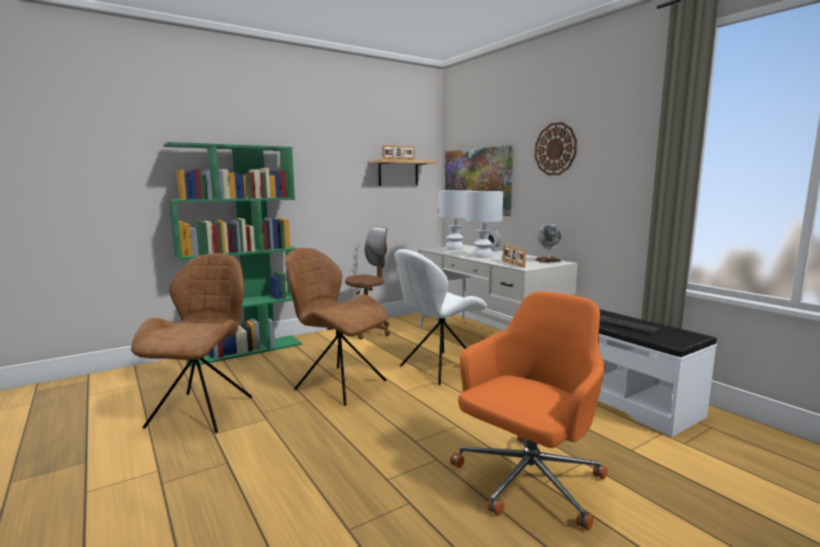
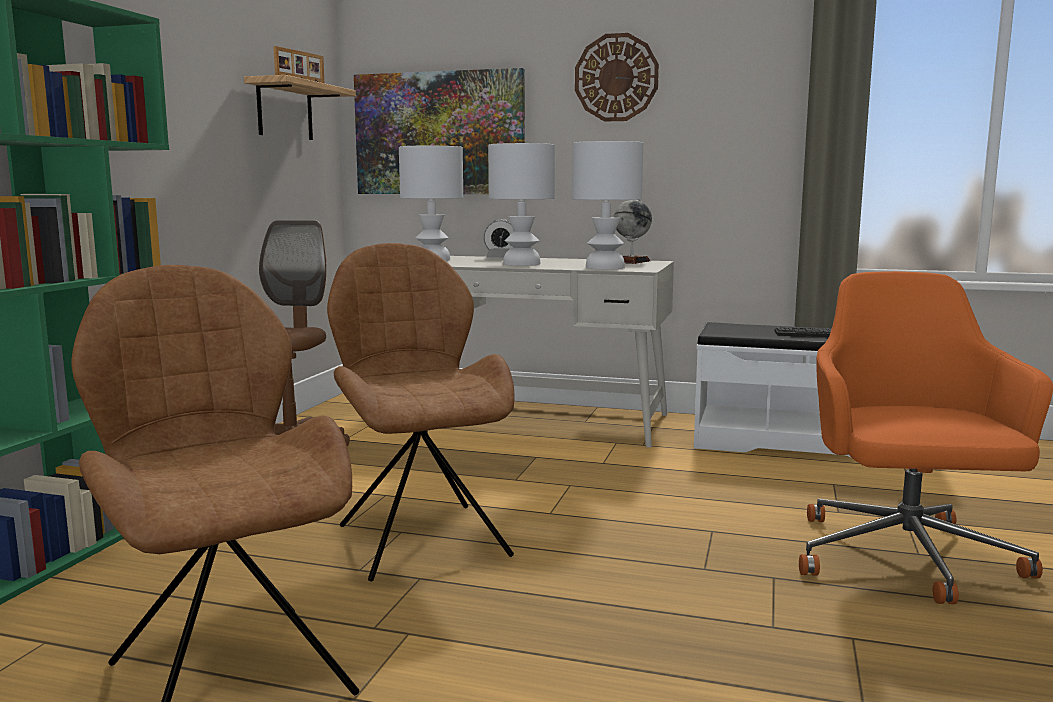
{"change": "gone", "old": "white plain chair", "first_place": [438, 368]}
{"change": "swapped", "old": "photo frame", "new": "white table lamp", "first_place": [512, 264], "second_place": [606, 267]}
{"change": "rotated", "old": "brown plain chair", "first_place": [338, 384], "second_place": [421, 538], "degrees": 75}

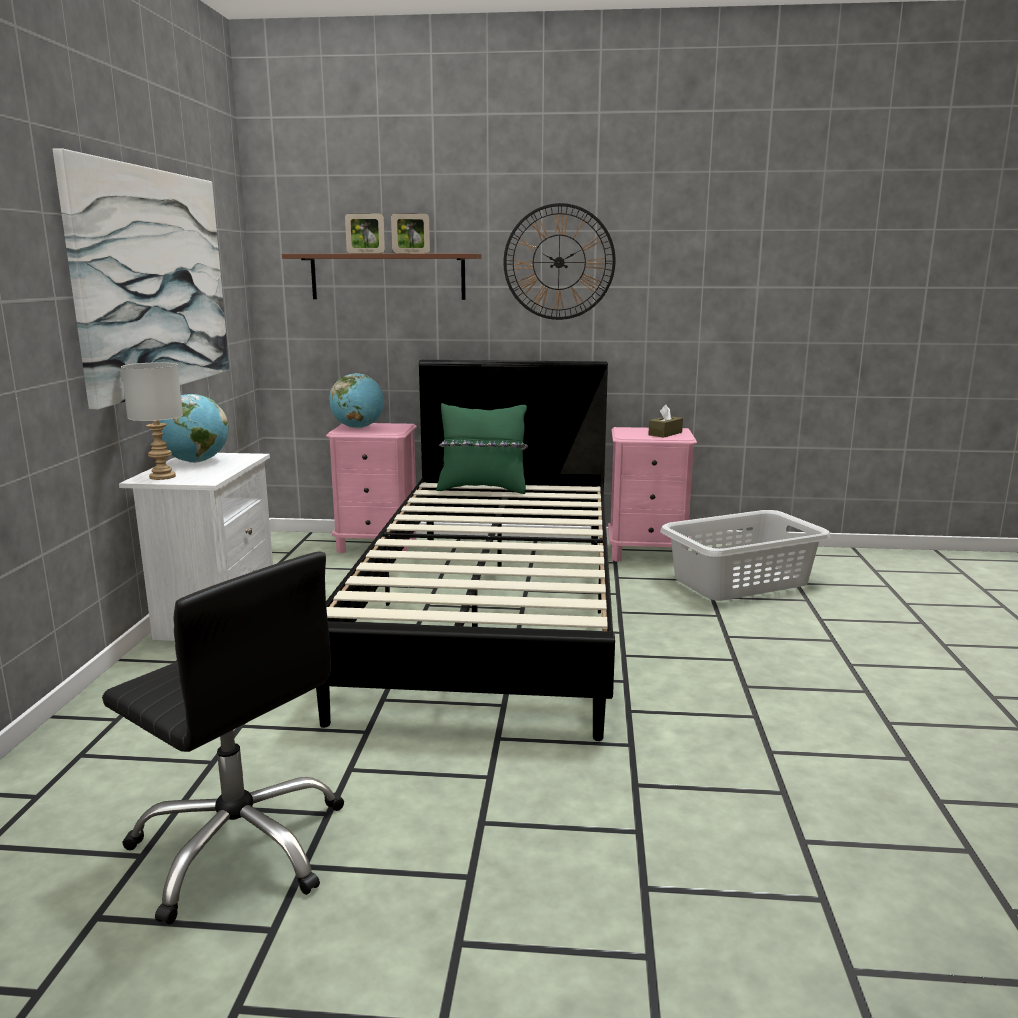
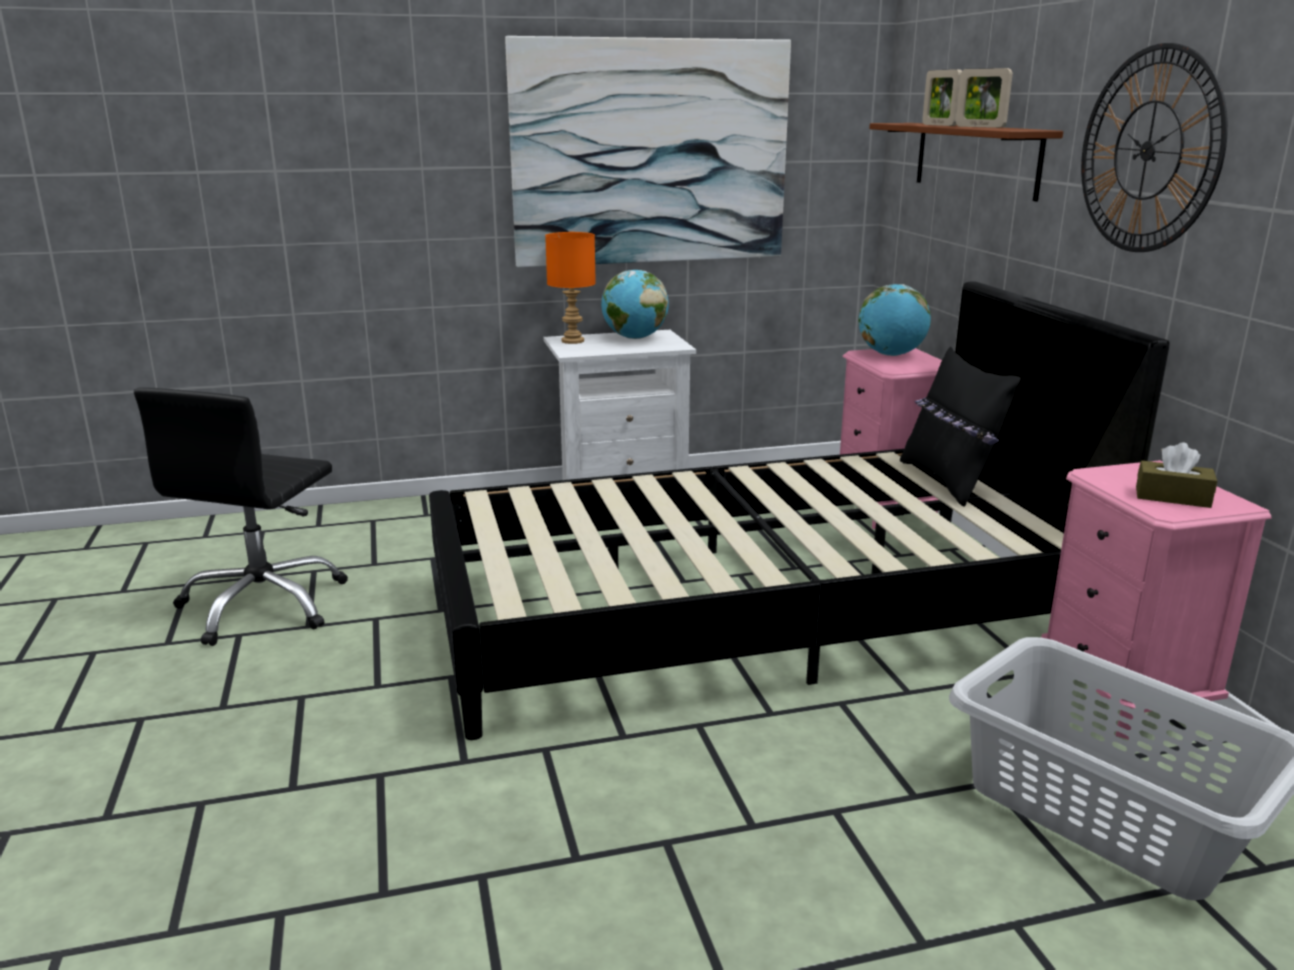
{"change": "repainted", "old": "gray table lamp", "new": "orangey table lamp", "first_place": [161, 476], "second_place": [572, 341]}
{"change": "repainted", "old": "greenish pillow", "new": "blackish pillow", "first_place": [483, 489], "second_place": [949, 481]}

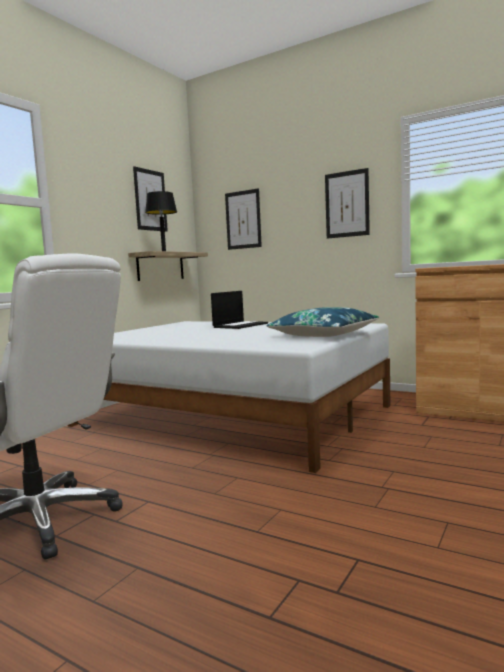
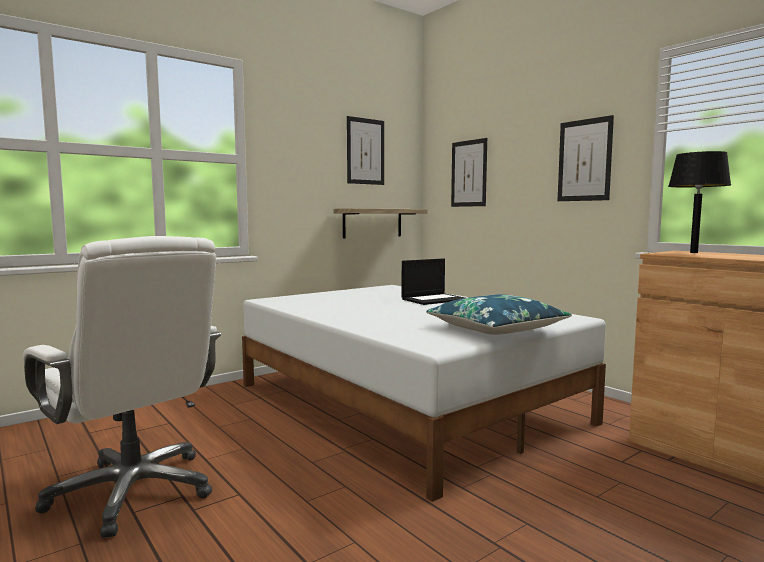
{"change": "shifted", "old": "blackish table lamp", "first_place": [163, 251], "second_place": [693, 252]}

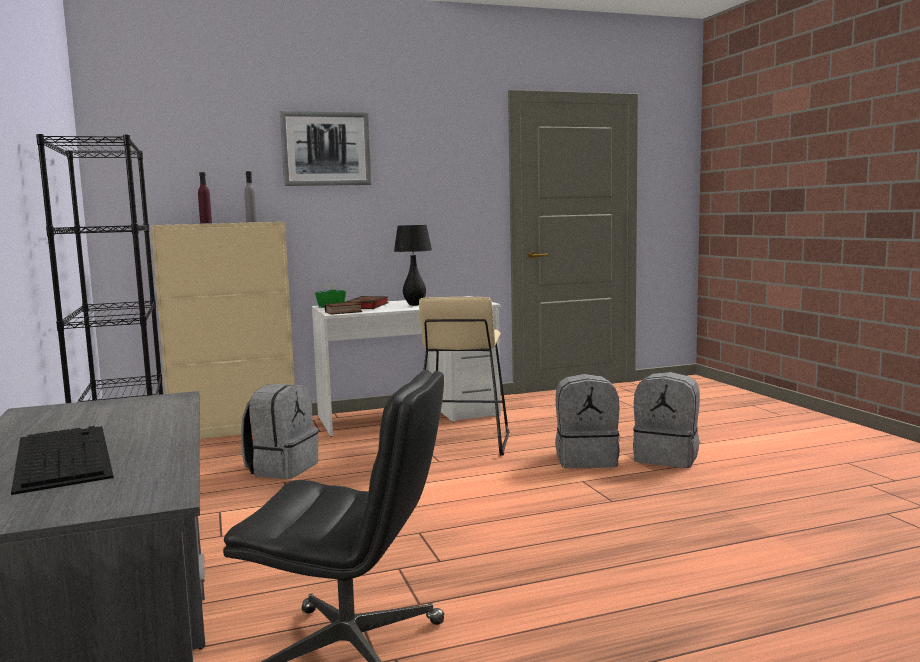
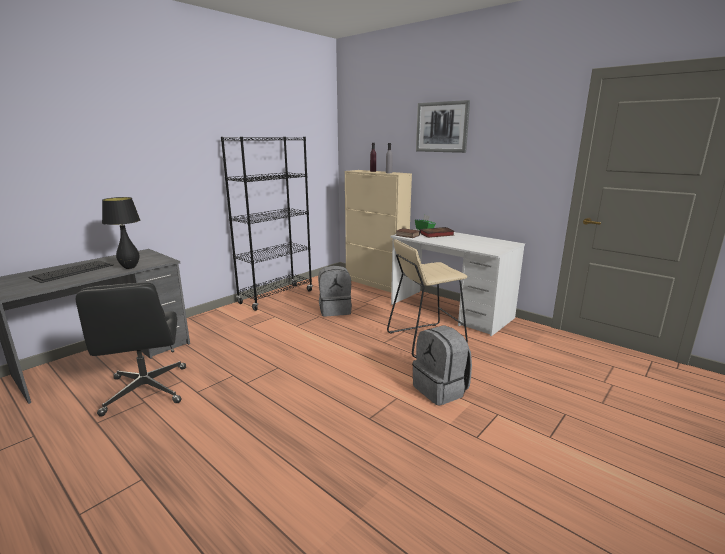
{"change": "gone", "old": "gray knapsack", "first_place": [667, 458]}
{"change": "shifted", "old": "blackish table lamp", "first_place": [415, 305], "second_place": [130, 267]}

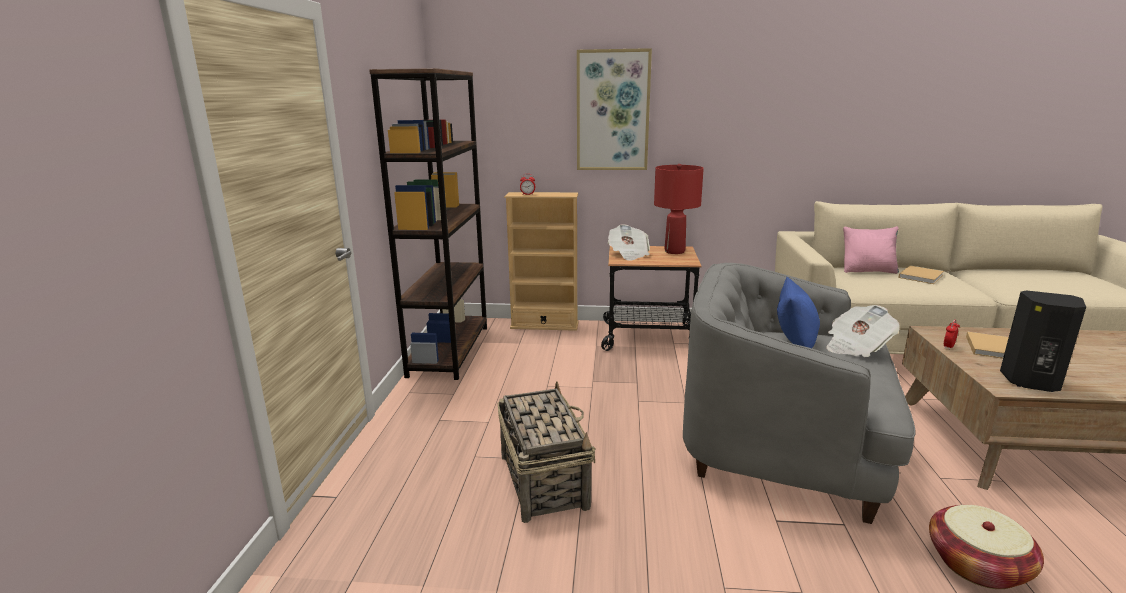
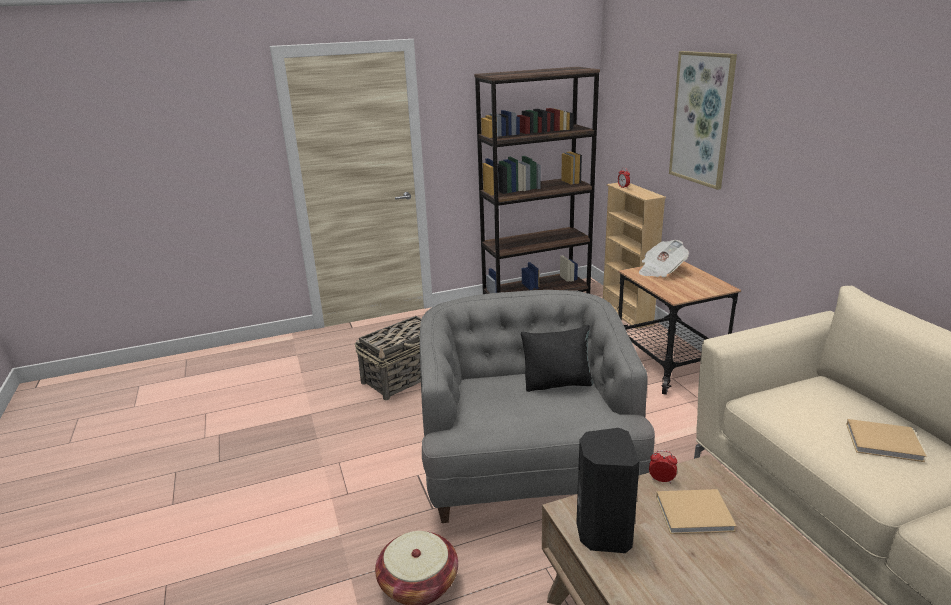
{"change": "gone", "old": "red-coloured table lamp", "first_place": [675, 251]}
{"change": "gone", "old": "daily paper", "first_place": [856, 347]}
{"change": "gone", "old": "pink pillow", "first_place": [868, 271]}
{"change": "repainted", "old": "blue pillow", "new": "blackish pillow", "first_place": [795, 341], "second_place": [557, 383]}

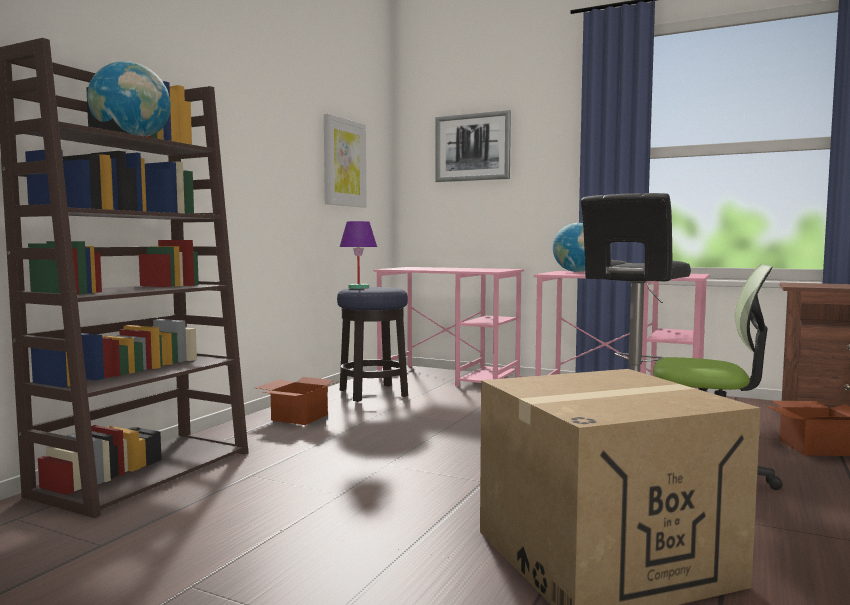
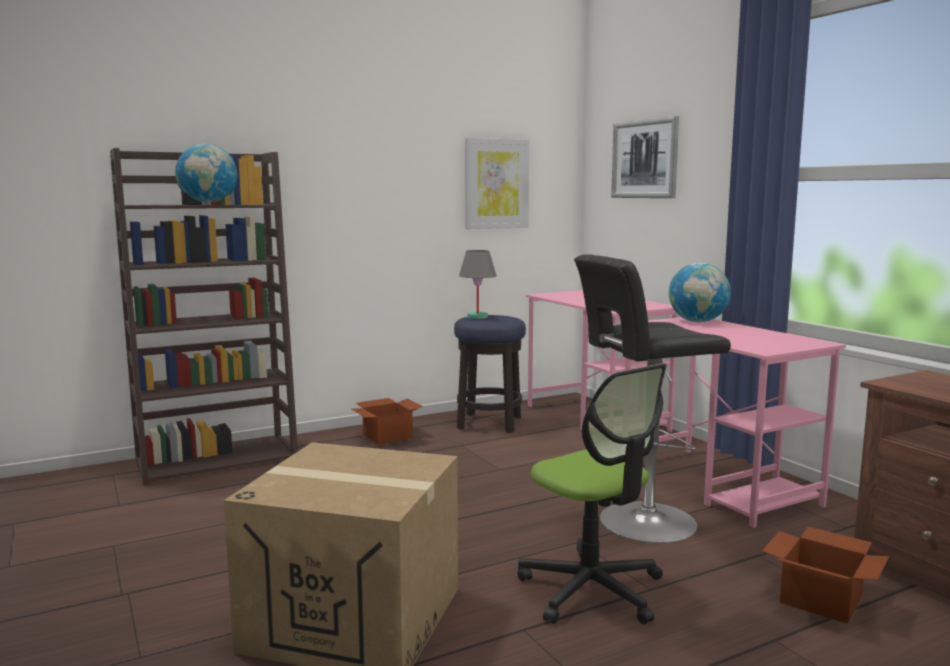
{"change": "repainted", "old": "purplish table lamp", "new": "gray table lamp", "first_place": [359, 287], "second_place": [478, 317]}

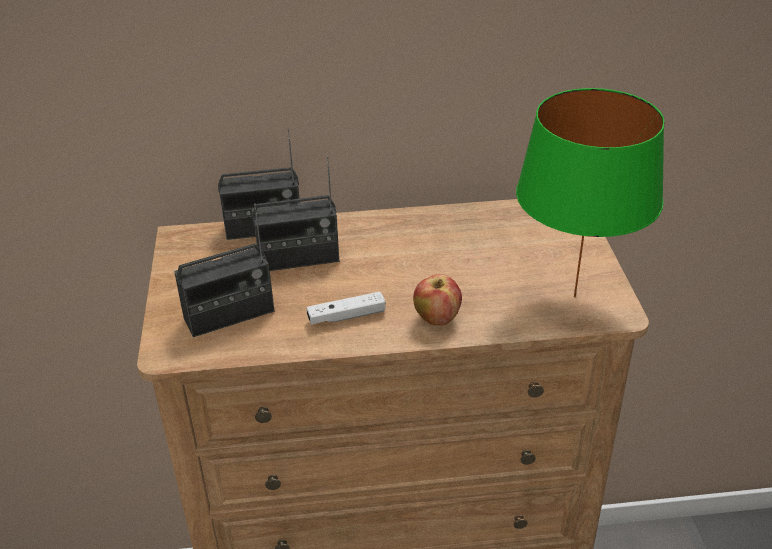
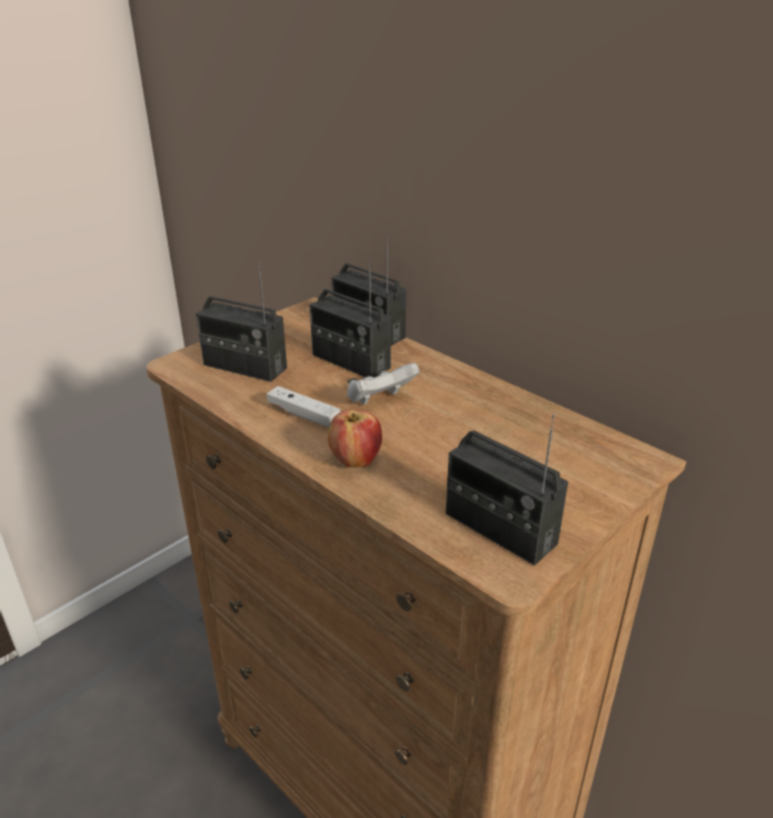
{"change": "new", "new": "white game controller", "second_place": [380, 400]}
{"change": "swapped", "old": "greenish table lamp", "new": "radio", "first_place": [575, 296], "second_place": [499, 529]}

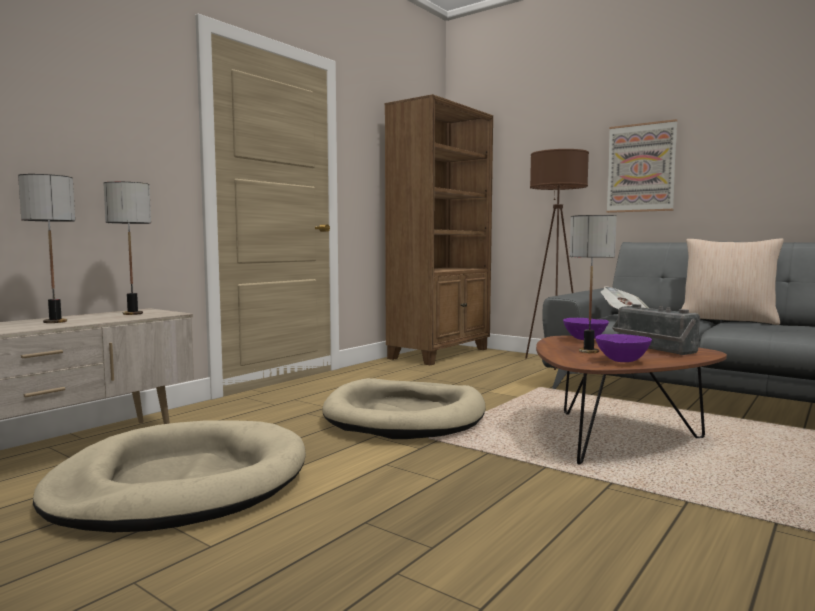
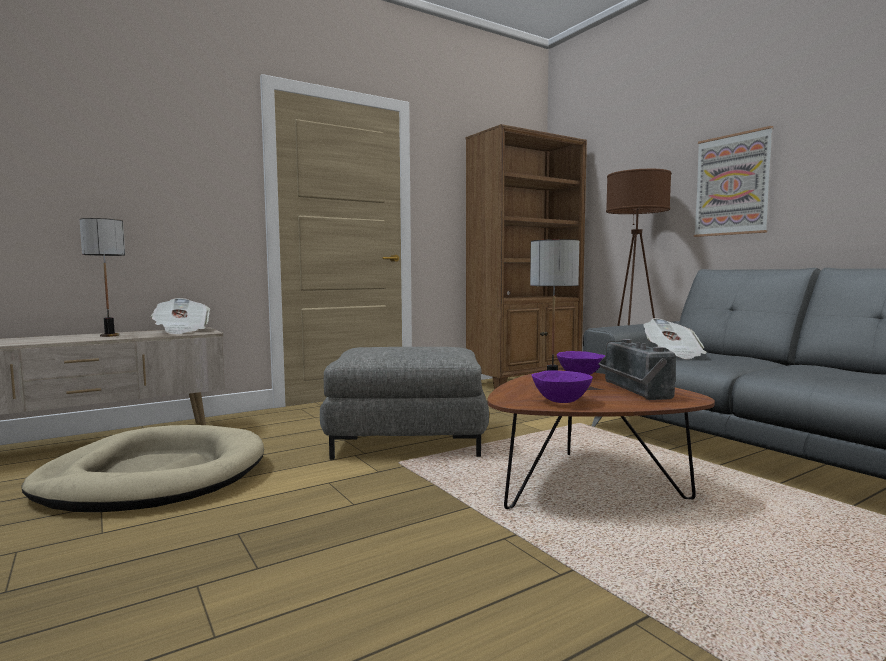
{"change": "gone", "old": "beige pillow", "first_place": [728, 320]}
{"change": "swapped", "old": "table lamp", "new": "daily paper", "first_place": [133, 313], "second_place": [181, 331]}
{"change": "swapped", "old": "beige pet bed", "new": "gray footrest", "first_place": [405, 416], "second_place": [408, 439]}

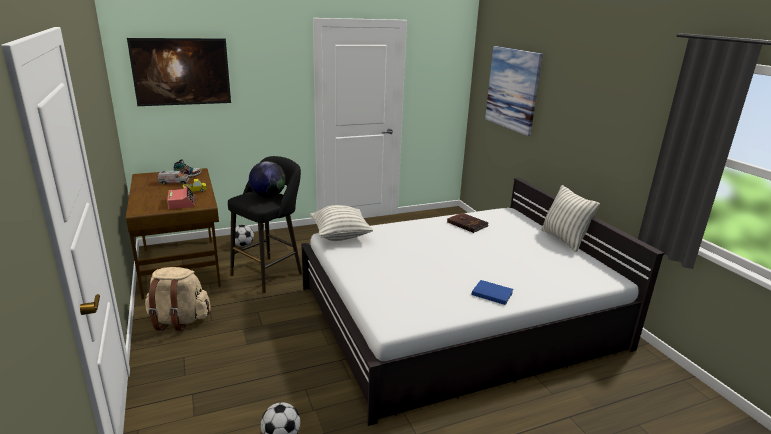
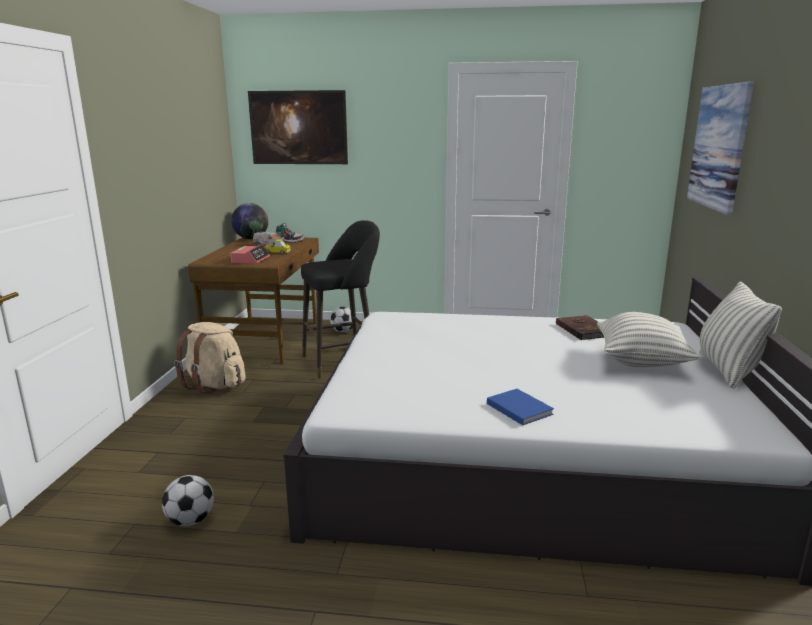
{"change": "shifted", "old": "desk globe", "first_place": [268, 196], "second_place": [251, 239]}
{"change": "shifted", "old": "pillow", "first_place": [340, 236], "second_place": [641, 362]}

